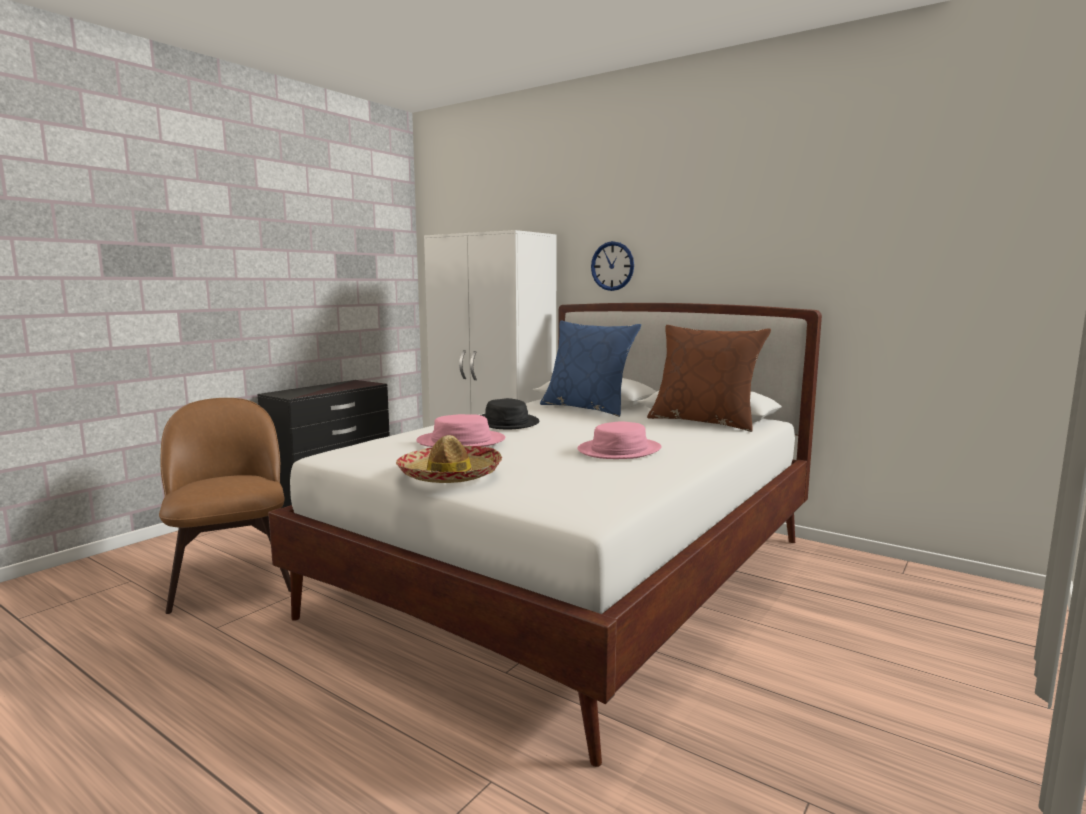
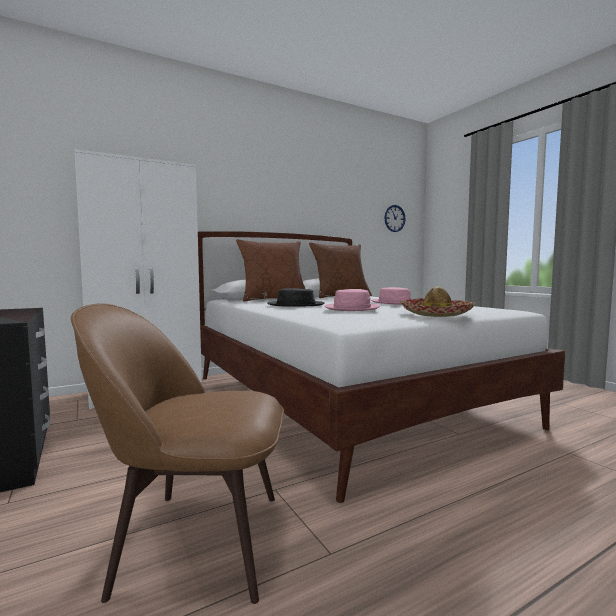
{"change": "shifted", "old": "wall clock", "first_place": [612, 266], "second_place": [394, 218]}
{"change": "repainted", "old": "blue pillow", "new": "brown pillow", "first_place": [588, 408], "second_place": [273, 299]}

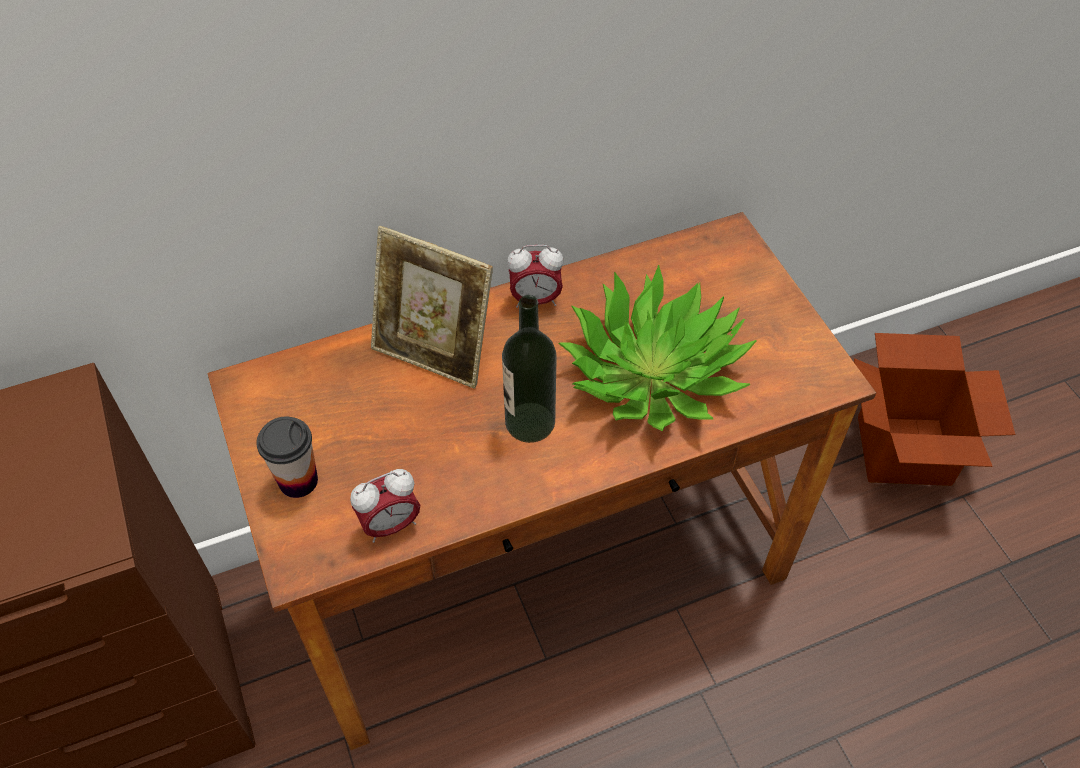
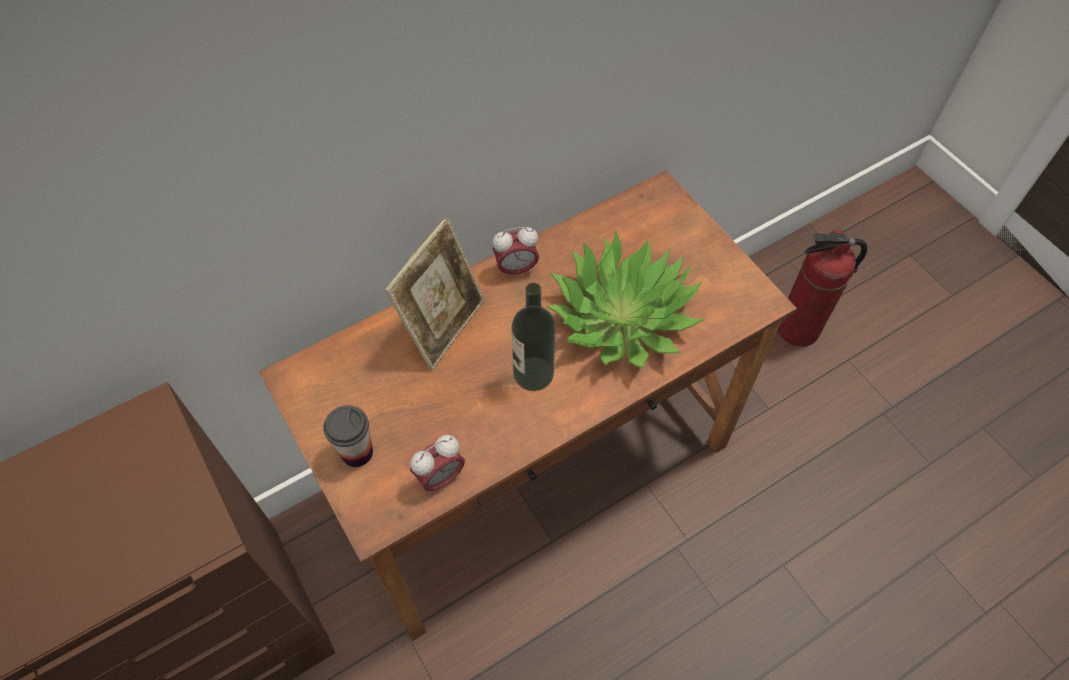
{"change": "swapped", "old": "carton", "new": "fire extinguisher", "first_place": [903, 451], "second_place": [798, 330]}
{"change": "rotated", "old": "photo frame", "first_place": [434, 352], "second_place": [443, 326], "degrees": -75}

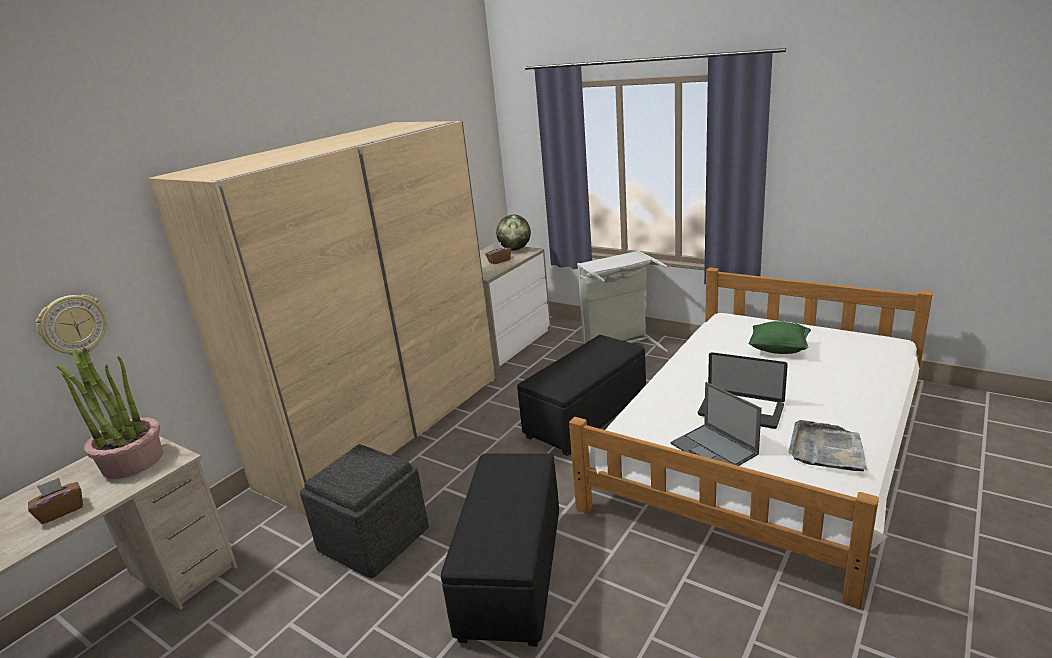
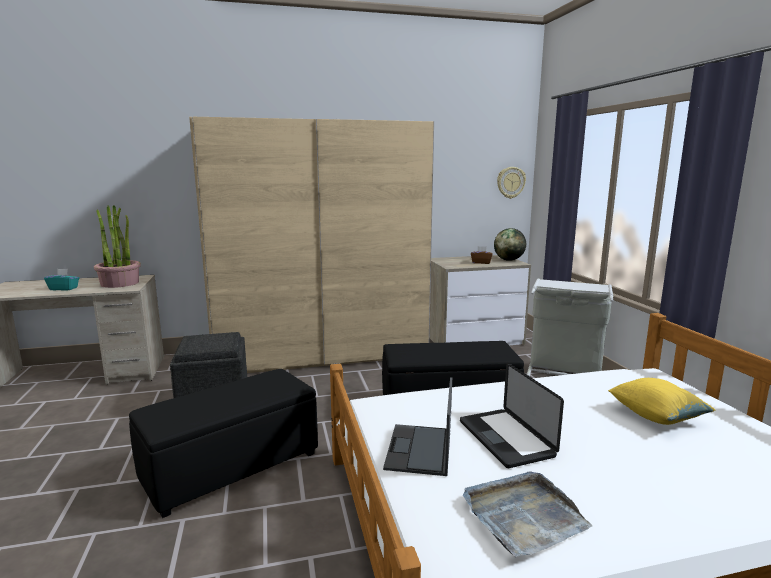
{"change": "shifted", "old": "wall clock", "first_place": [73, 325], "second_place": [510, 182]}
{"change": "repainted", "old": "brown tissue holder", "new": "blue-green tissue holder", "first_place": [61, 511], "second_place": [64, 289]}
{"change": "repainted", "old": "greenish pillow", "new": "yellowish pillow", "first_place": [779, 349], "second_place": [656, 416]}

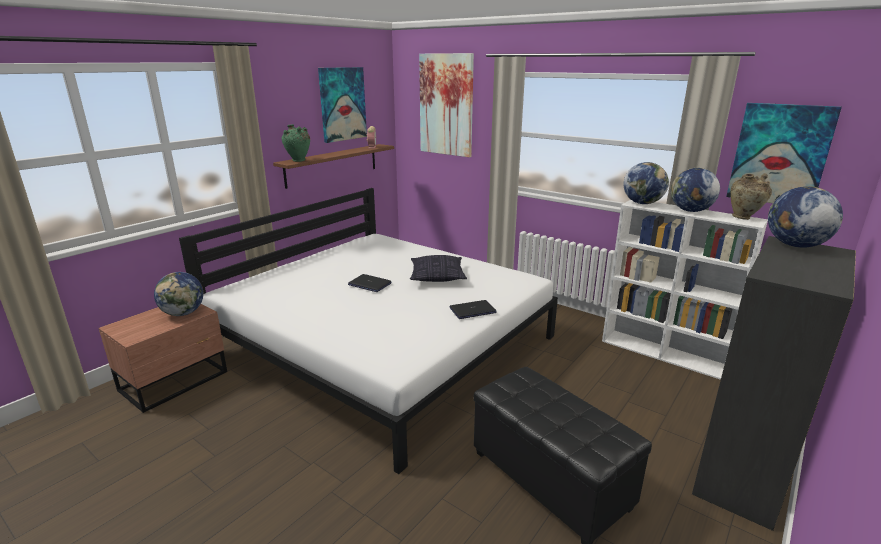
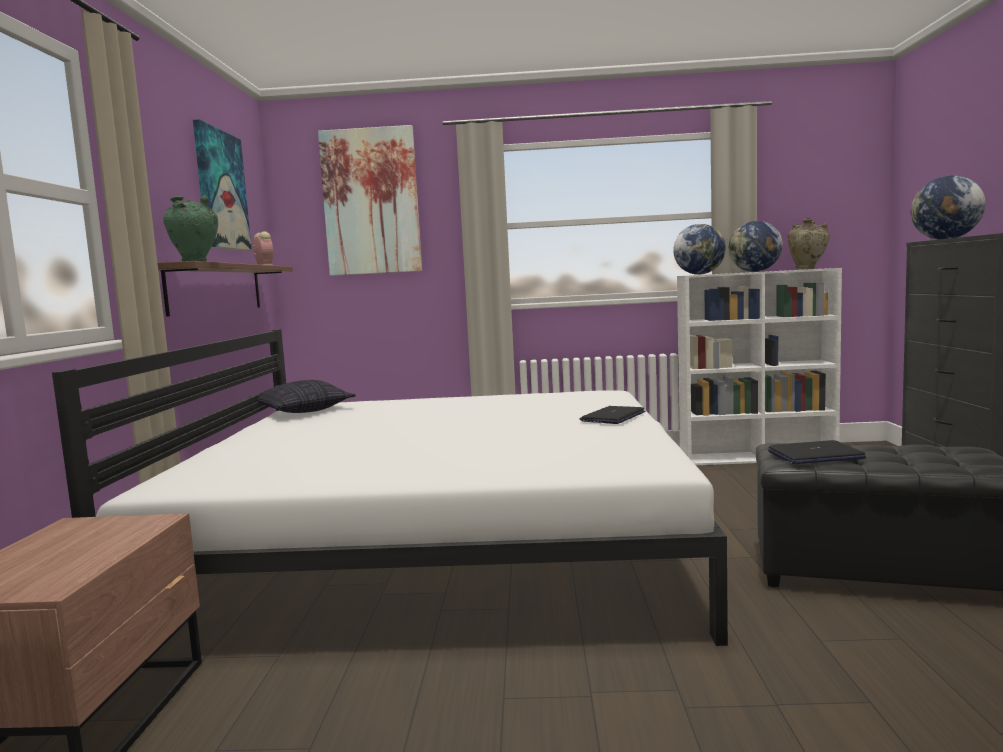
{"change": "gone", "old": "desk globe", "first_place": [183, 313]}
{"change": "gone", "old": "picture", "first_place": [780, 154]}
{"change": "shifted", "old": "portable computer", "first_place": [369, 284], "second_place": [815, 455]}
{"change": "shifted", "old": "pillow", "first_place": [437, 277], "second_place": [302, 411]}

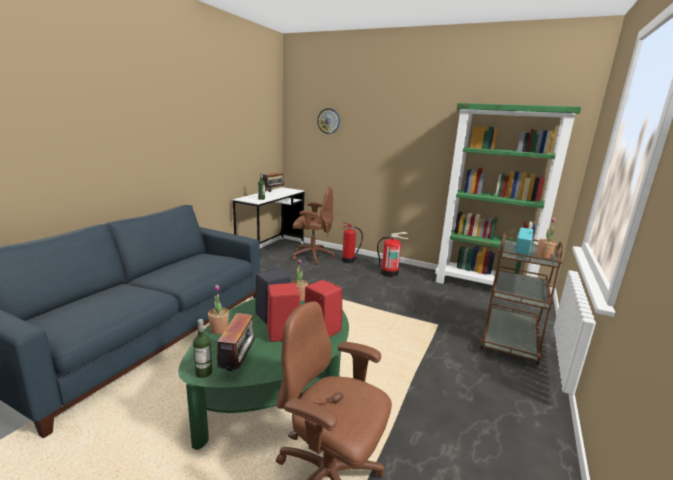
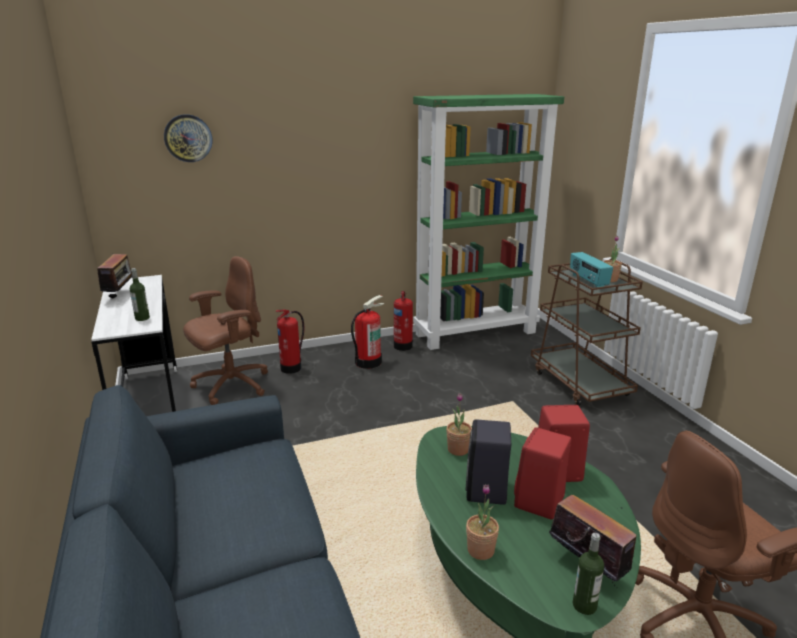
{"change": "new", "new": "fire extinguisher", "second_place": [403, 345]}

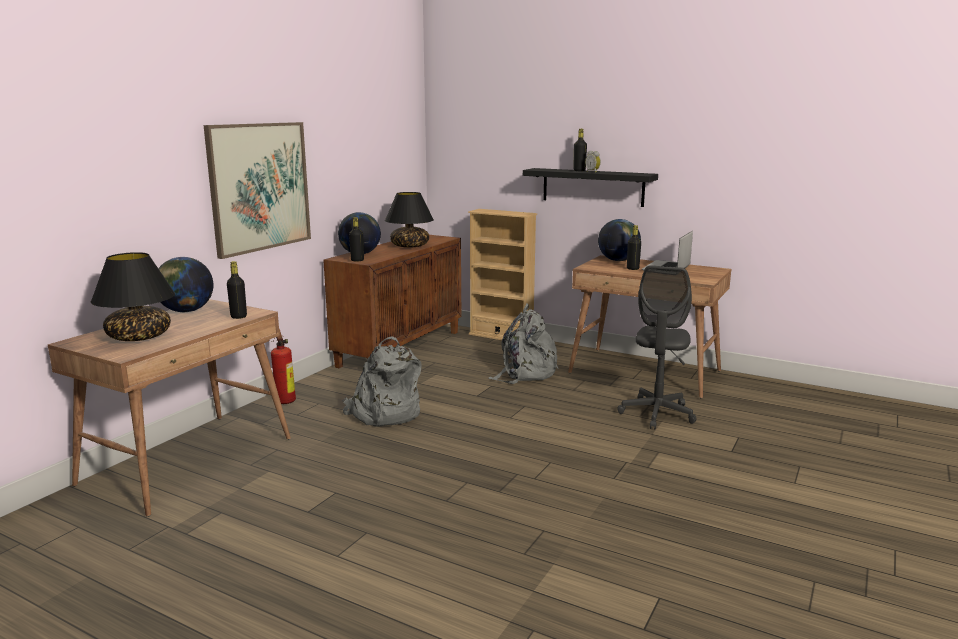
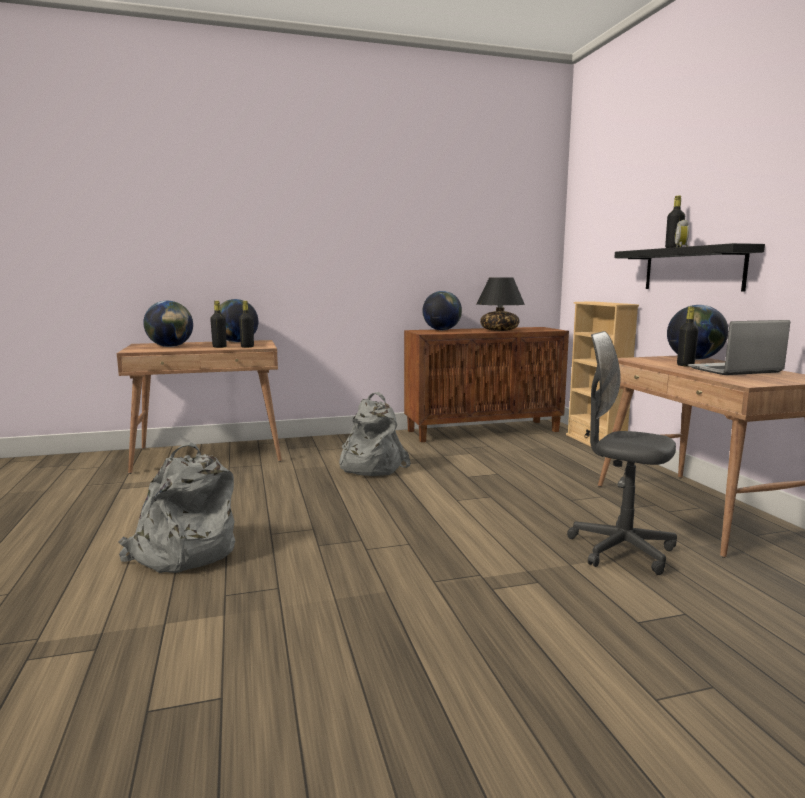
{"change": "gone", "old": "picture", "first_place": [260, 187]}
{"change": "gone", "old": "fire extinguisher", "first_place": [285, 400]}
{"change": "shifted", "old": "blackish bottle", "first_place": [357, 260], "second_place": [219, 347]}
{"change": "shifted", "old": "gray knapsack", "first_place": [525, 373], "second_place": [183, 552]}
{"change": "swapped", "old": "blackish table lamp", "new": "desk globe", "first_place": [140, 337], "second_place": [170, 346]}
{"change": "rotated", "old": "gray office chair", "first_place": [657, 414], "second_place": [621, 550], "degrees": 60}

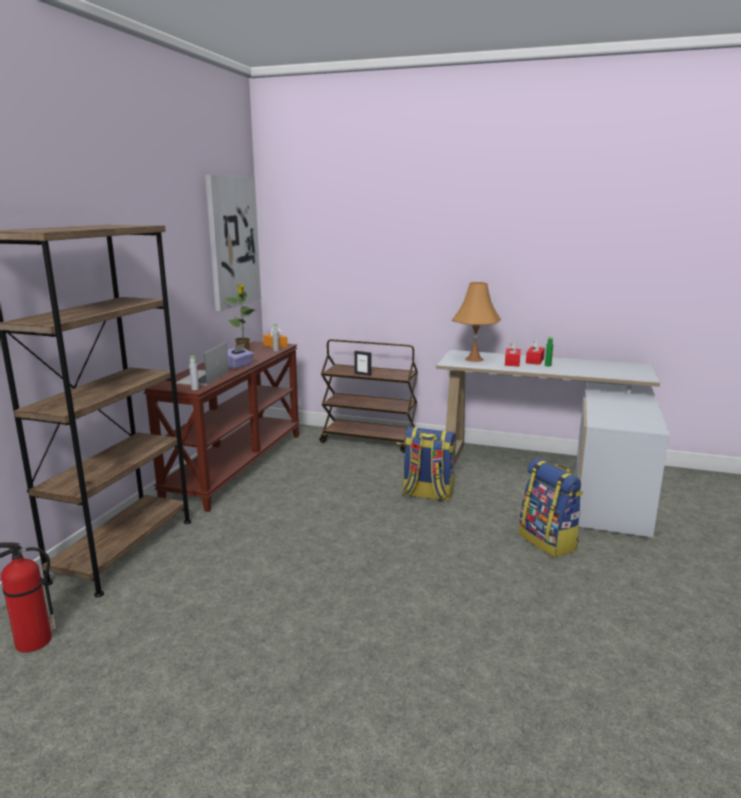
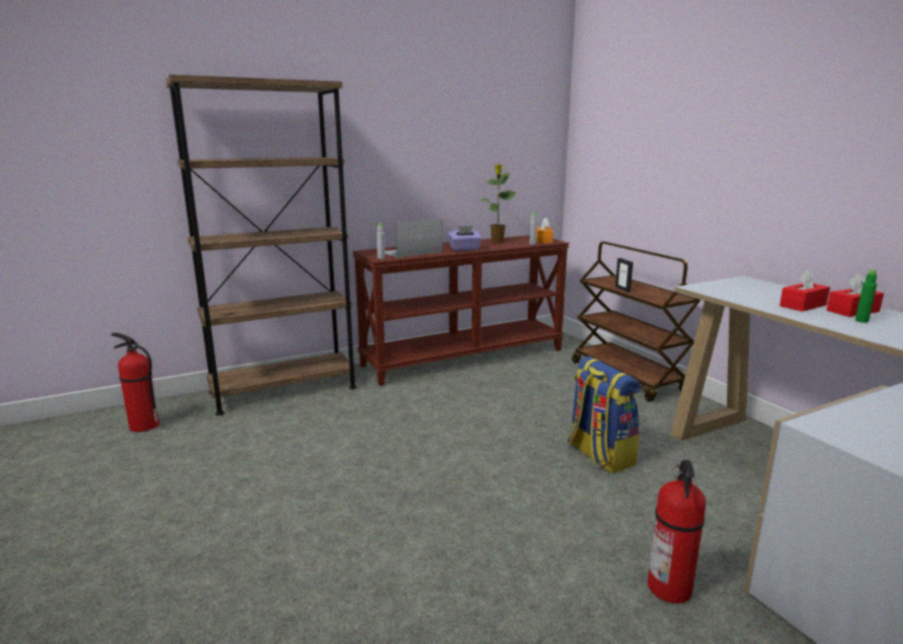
{"change": "gone", "old": "picture", "first_place": [233, 242]}
{"change": "gone", "old": "orangey table lamp", "first_place": [474, 359]}
{"change": "swapped", "old": "knapsack", "new": "fire extinguisher", "first_place": [548, 541], "second_place": [670, 589]}

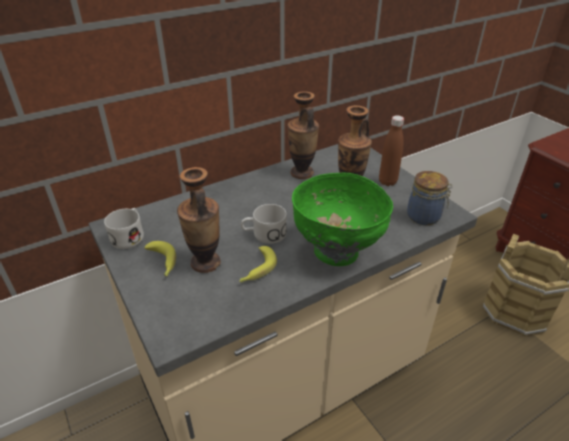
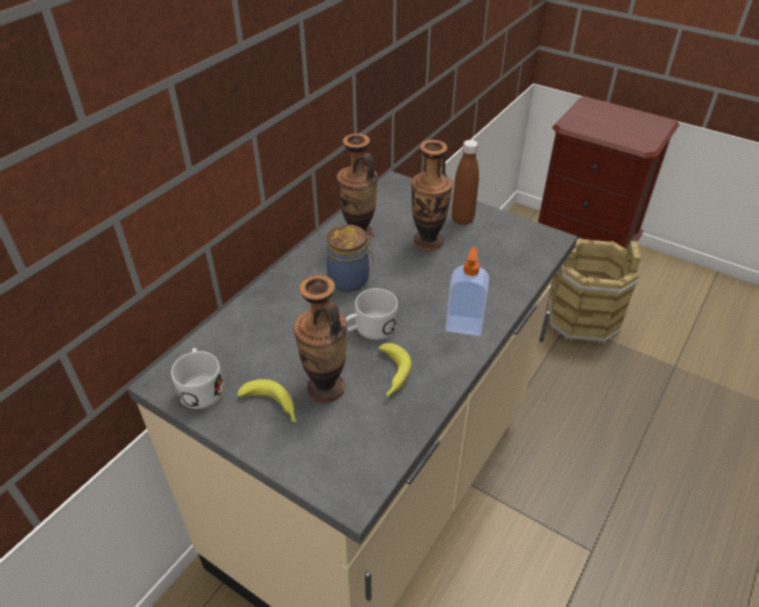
{"change": "shifted", "old": "preserve jar", "first_place": [425, 217], "second_place": [350, 280]}
{"change": "swapped", "old": "greenish deep dish", "new": "soap dispenser", "first_place": [336, 252], "second_place": [464, 324]}

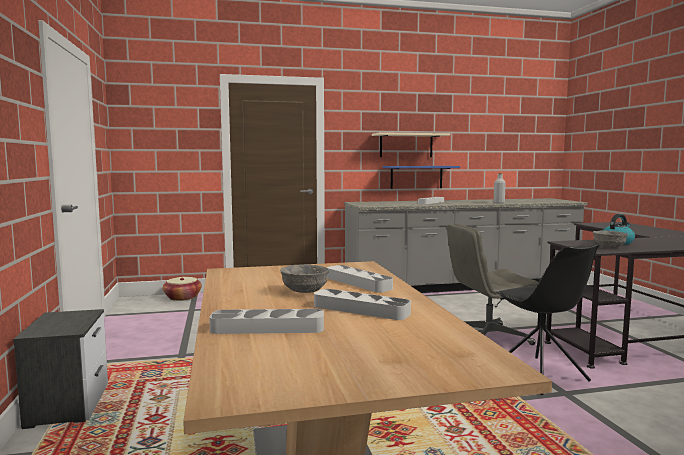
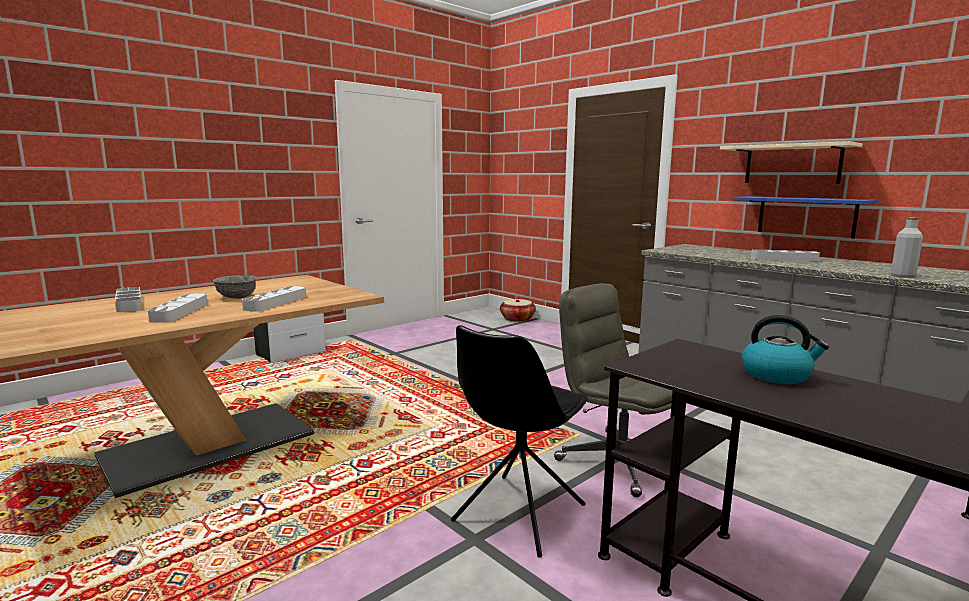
{"change": "gone", "old": "gray deep dish", "first_place": [608, 247]}

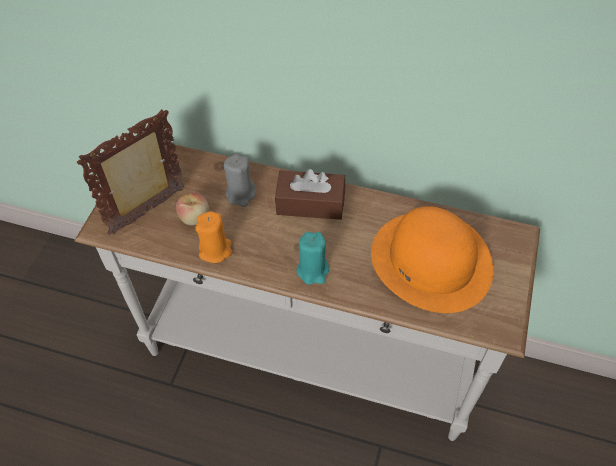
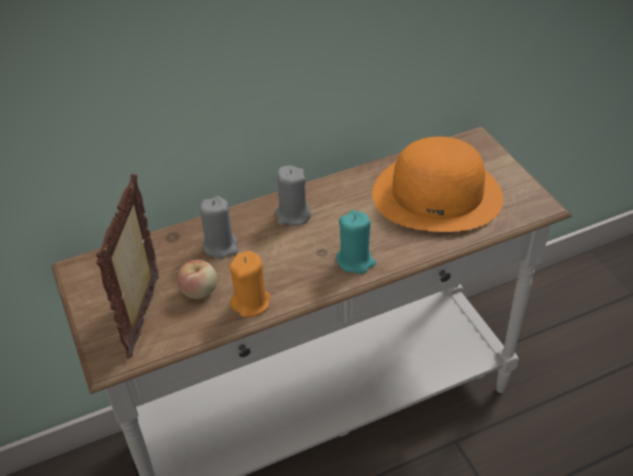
{"change": "swapped", "old": "brown tissue holder", "new": "gray candle", "first_place": [310, 203], "second_place": [293, 215]}

